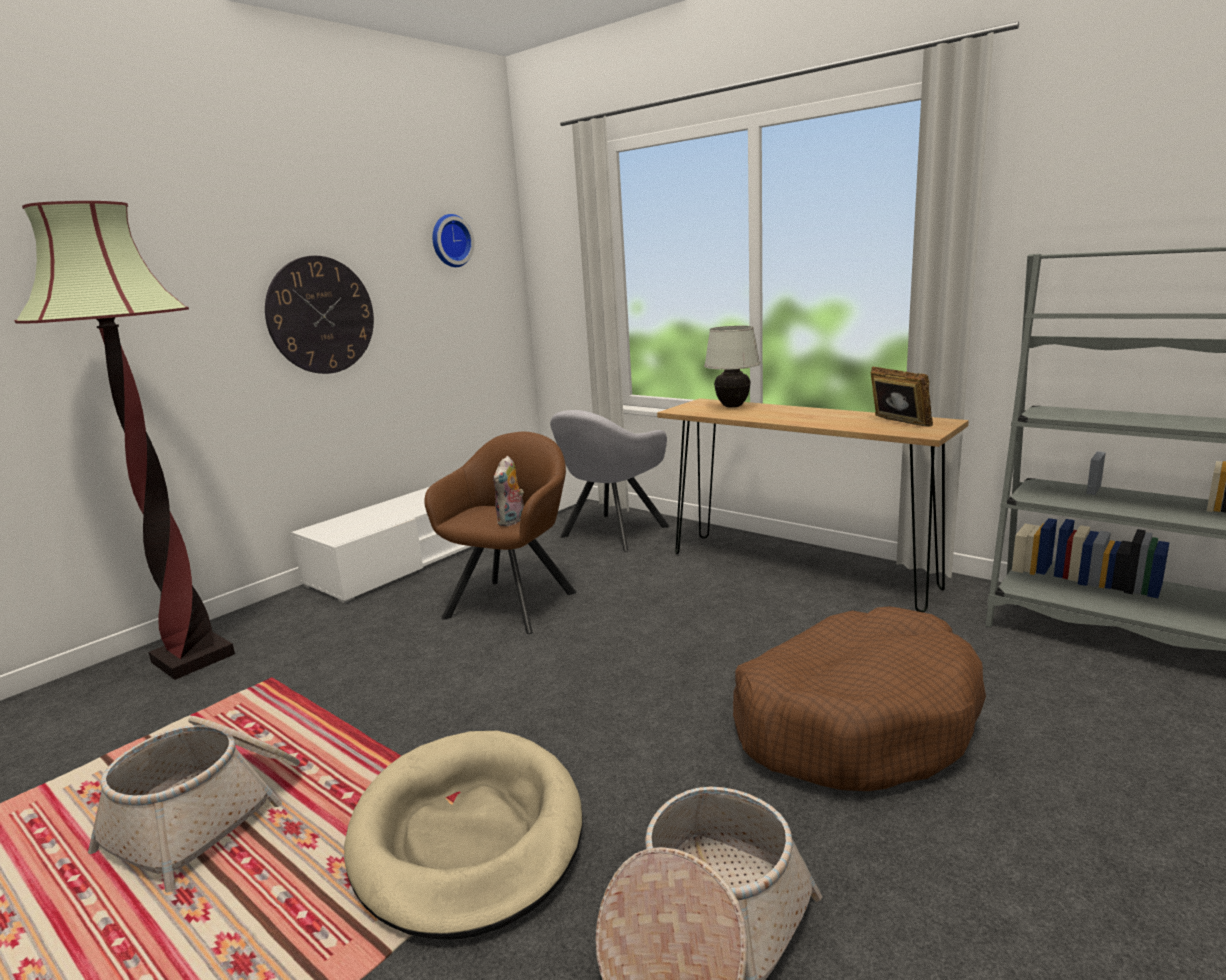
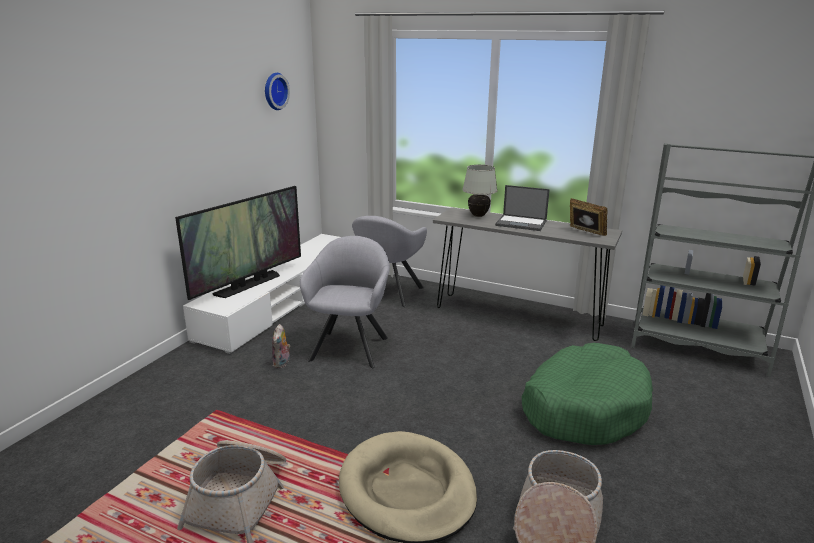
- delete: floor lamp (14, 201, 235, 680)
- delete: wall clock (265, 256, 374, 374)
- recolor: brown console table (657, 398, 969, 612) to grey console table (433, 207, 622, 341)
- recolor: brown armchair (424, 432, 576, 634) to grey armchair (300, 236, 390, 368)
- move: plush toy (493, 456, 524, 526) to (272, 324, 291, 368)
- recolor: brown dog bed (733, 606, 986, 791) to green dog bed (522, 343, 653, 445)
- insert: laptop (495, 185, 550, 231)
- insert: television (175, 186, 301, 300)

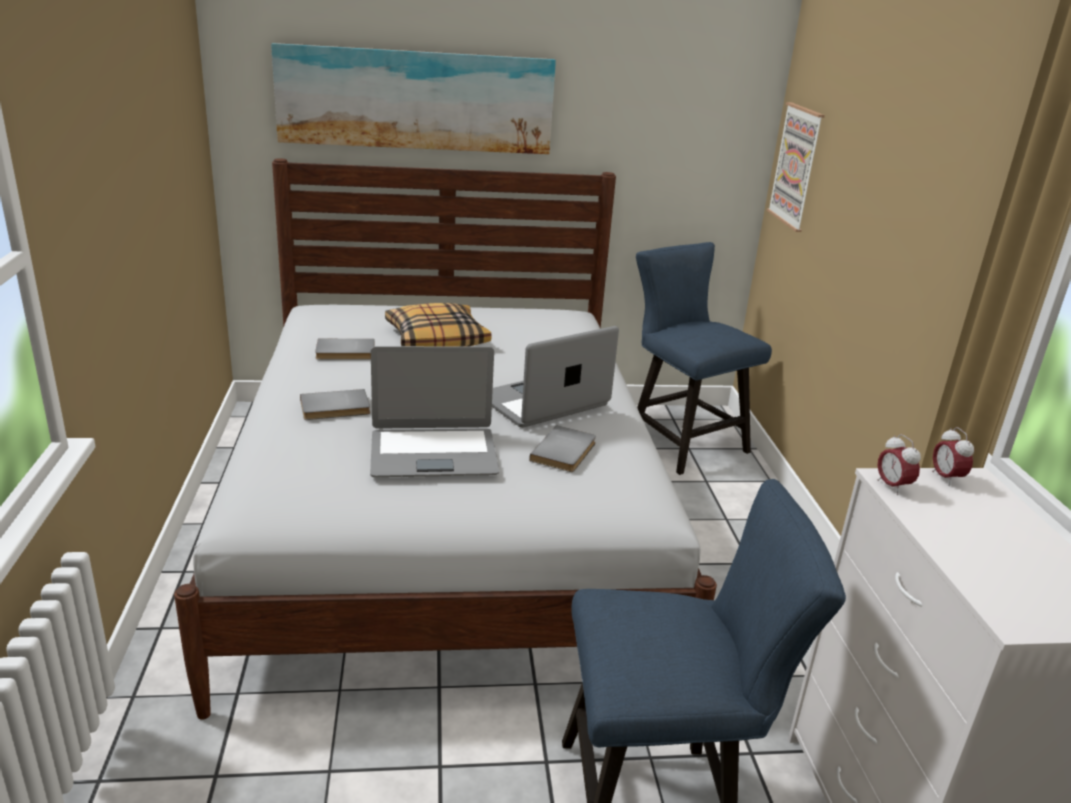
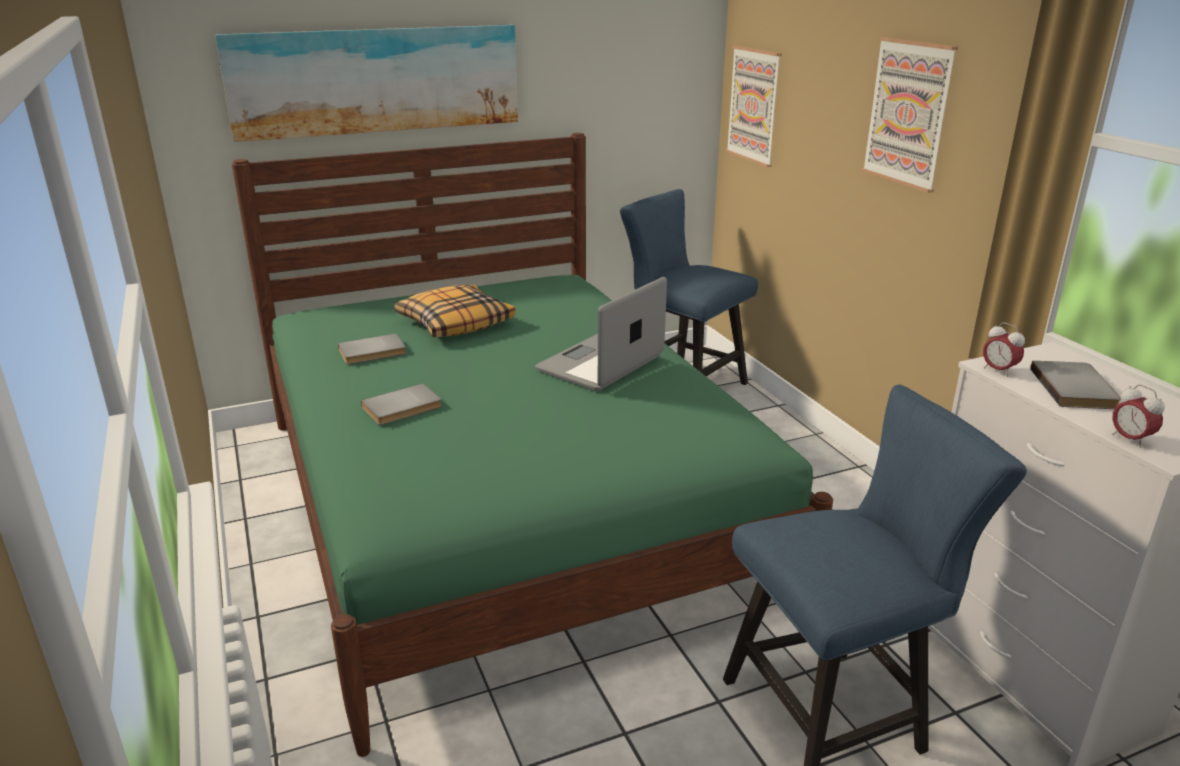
- recolor: white bed (174, 158, 717, 720) to green bed (232, 133, 833, 757)
- delete: laptop (370, 346, 499, 477)
- move: grey book (529, 425, 596, 472) to (1030, 361, 1121, 409)
- move: alarm clock (932, 427, 974, 486) to (1112, 384, 1165, 448)
- insert: picture (861, 37, 958, 193)

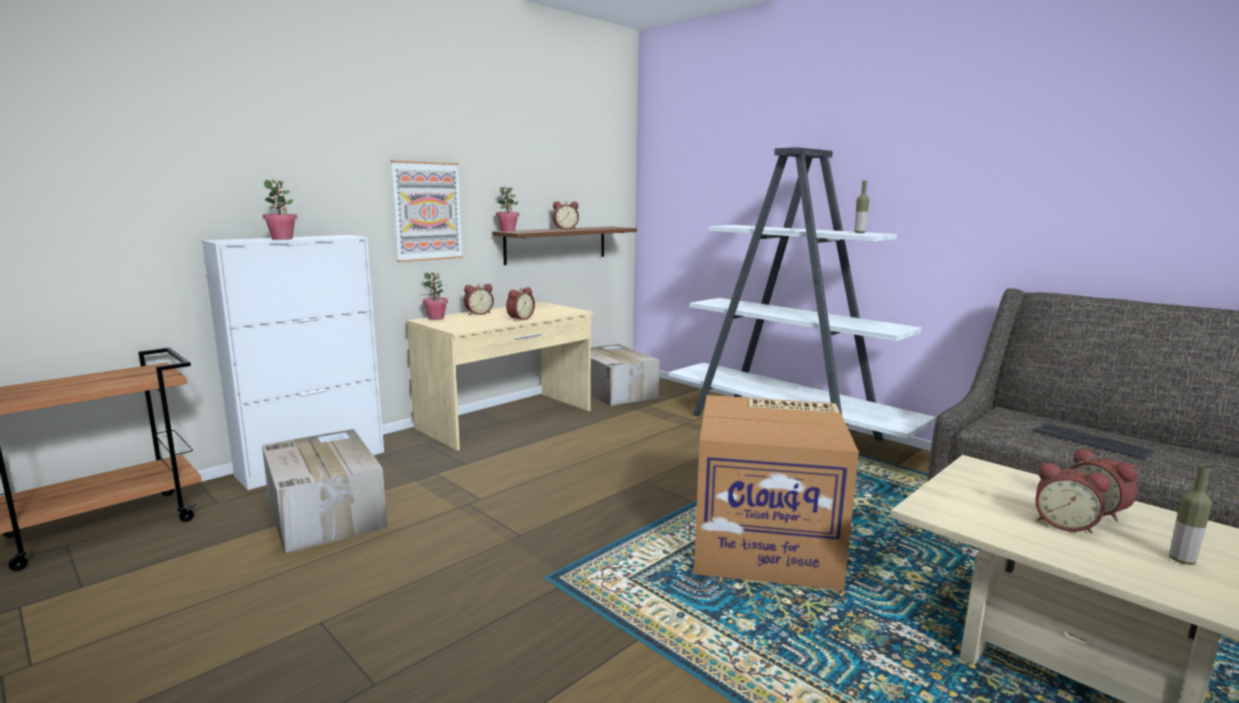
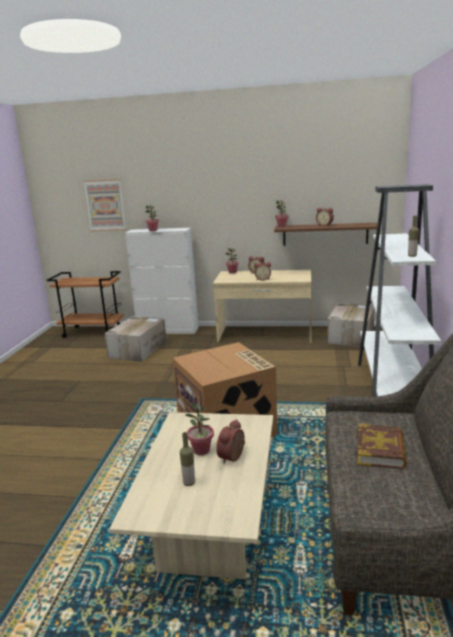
- move: picture (391, 160, 463, 262) to (84, 179, 126, 231)
- replace: keyboard (1033, 423, 1155, 460) to book (357, 424, 407, 469)
- replace: alarm clock (1036, 462, 1110, 534) to potted plant (185, 403, 214, 455)

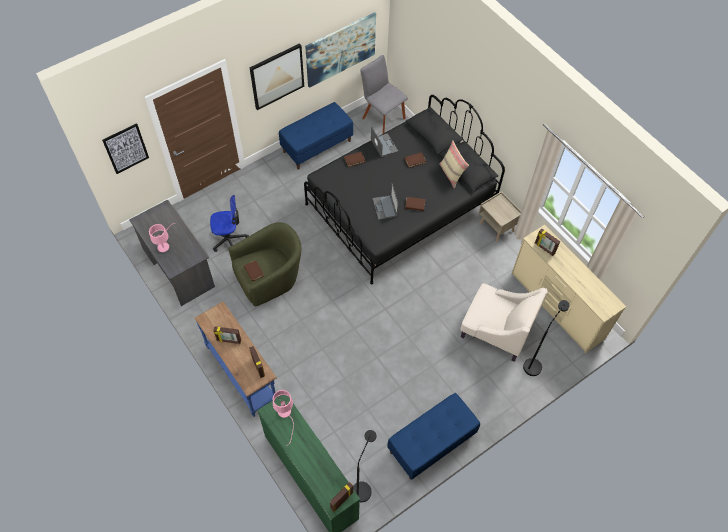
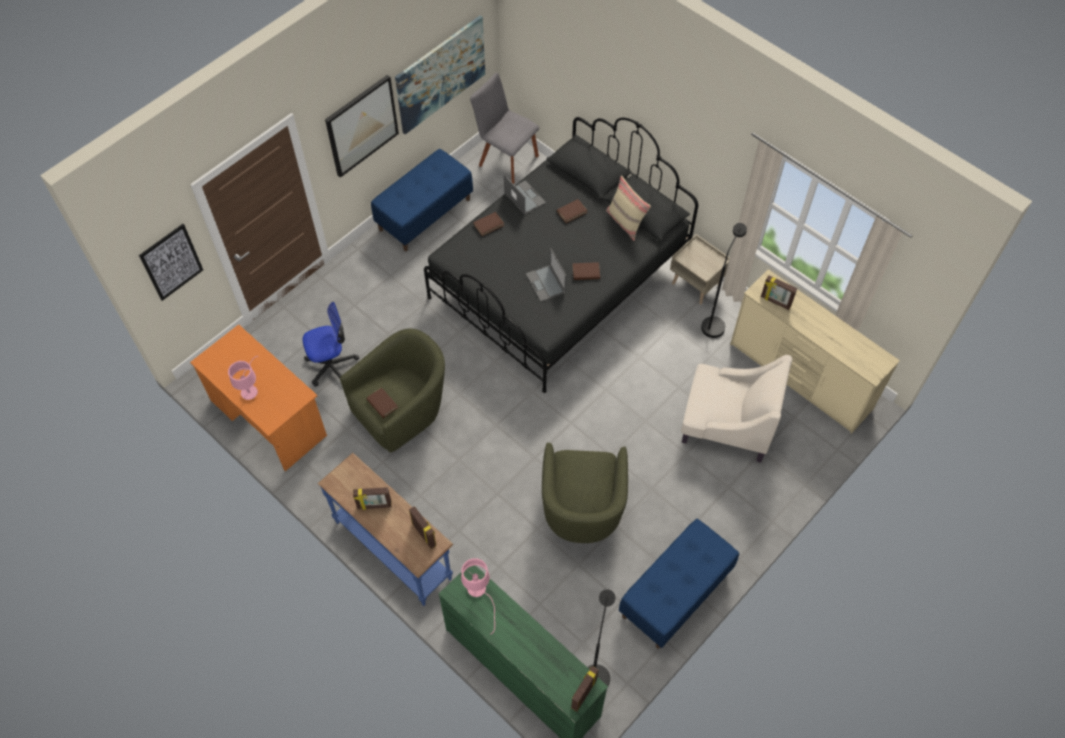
- recolor: grey desk (129, 199, 215, 306) to orange desk (190, 324, 327, 471)
- move: black floor lamp (523, 300, 570, 376) to (701, 223, 747, 338)
- insert: green armchair (542, 442, 628, 543)

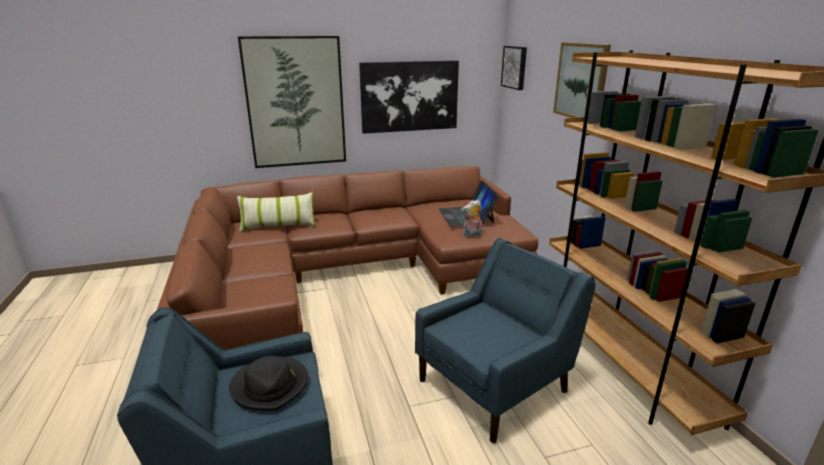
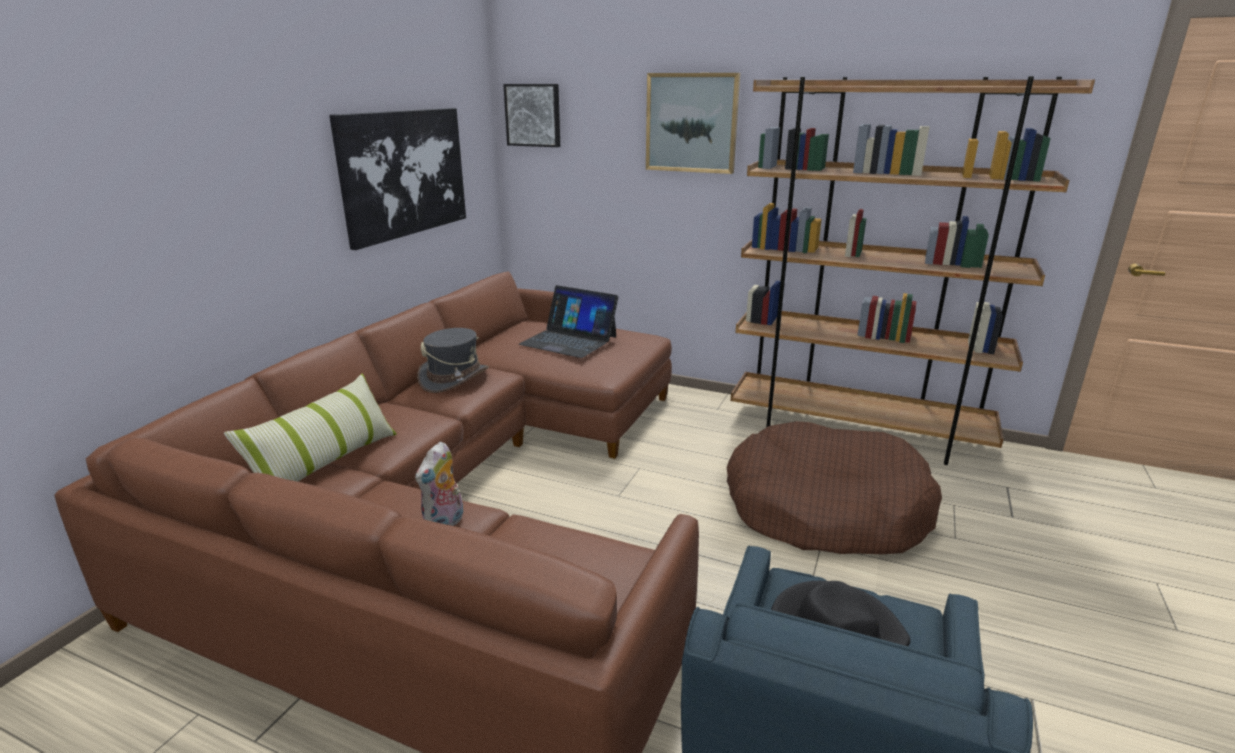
- delete: picture (238, 36, 346, 168)
- move: plush toy (461, 200, 482, 237) to (415, 442, 463, 526)
- replace: blue armchair (415, 238, 596, 443) to brown dog bed (727, 421, 942, 555)
- insert: grey hat (417, 328, 489, 393)

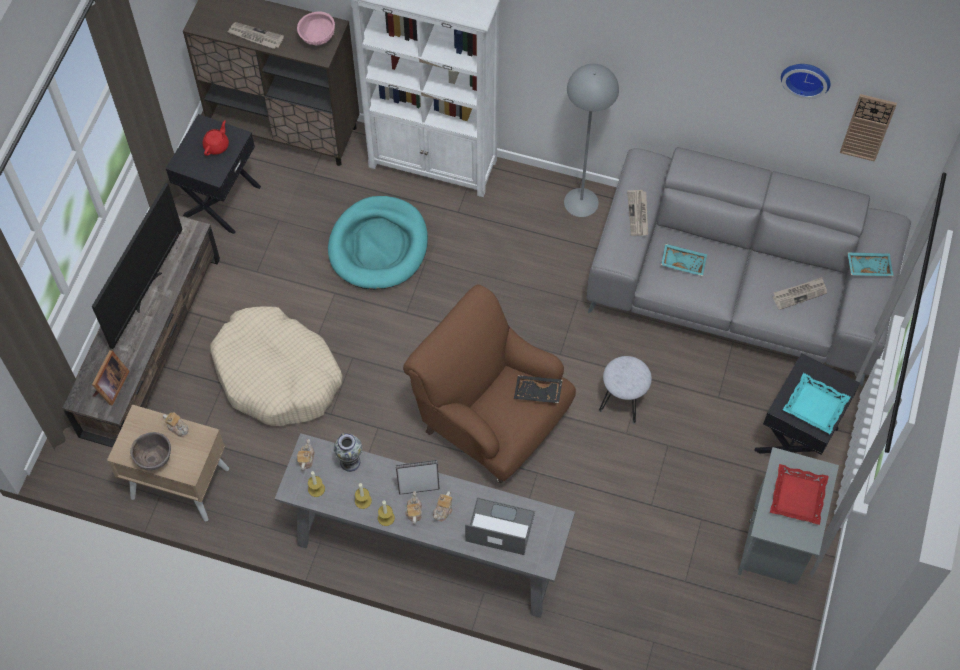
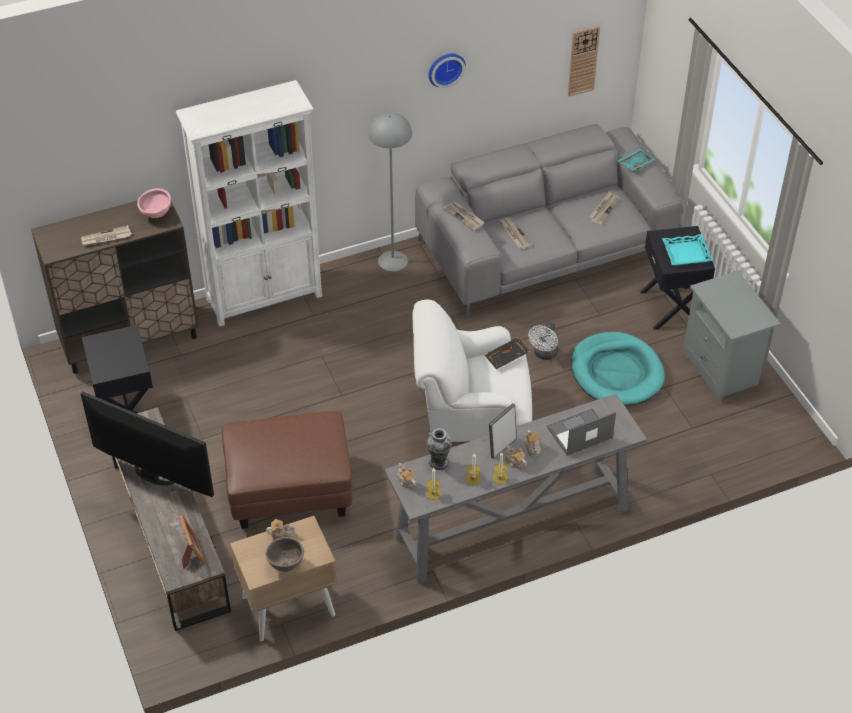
- move: wall clock (781, 64, 830, 99) to (429, 53, 466, 88)
- delete: red teapot (202, 120, 229, 156)
- rotate: television (92, 183, 183, 349) = (80, 391, 214, 497) 45 degrees counterclockwise
- move: turquoise dog bed (328, 196, 428, 290) to (572, 332, 664, 406)
- replace: turquoise tray (661, 244, 707, 276) to newspaper (500, 217, 533, 249)
- recolor: brown armchair (403, 285, 576, 483) to white armchair (413, 299, 532, 442)
- replace: beige dog bed (210, 306, 343, 426) to brown ottoman (222, 411, 352, 529)
- replace: grey stool (599, 356, 652, 424) to white fan (528, 322, 558, 360)
- delete: red tray (770, 464, 829, 525)

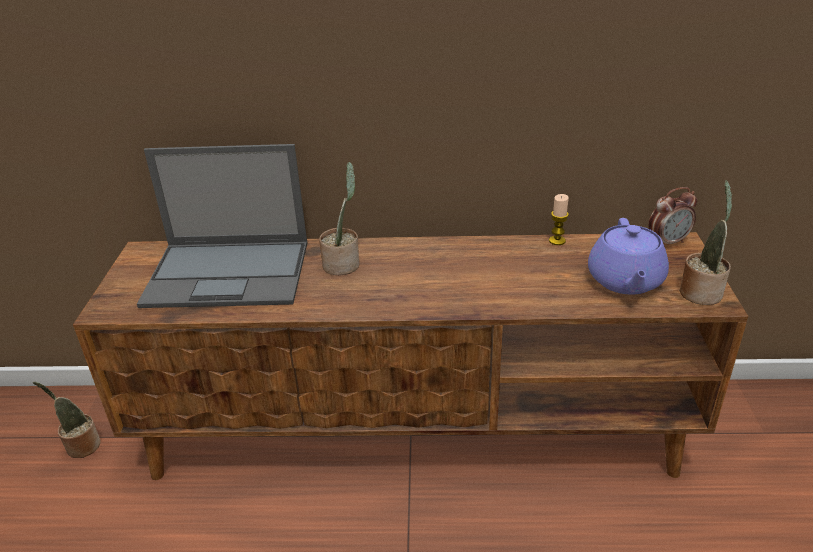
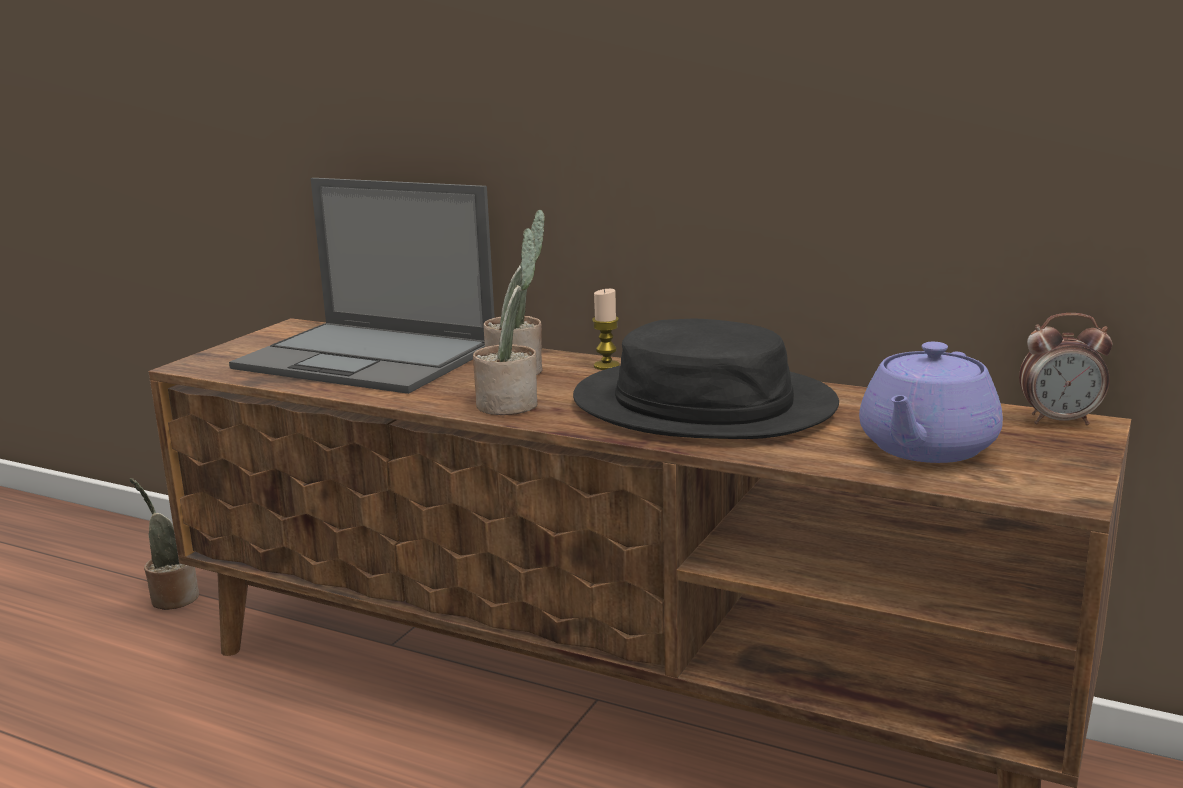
- move: potted plant (680, 180, 732, 305) to (473, 228, 538, 415)
- move: candle (549, 194, 569, 245) to (592, 289, 620, 370)
- insert: black hat (573, 319, 839, 439)

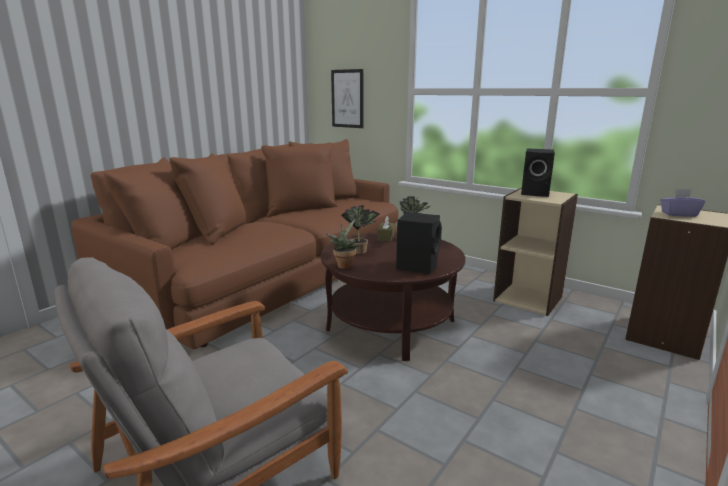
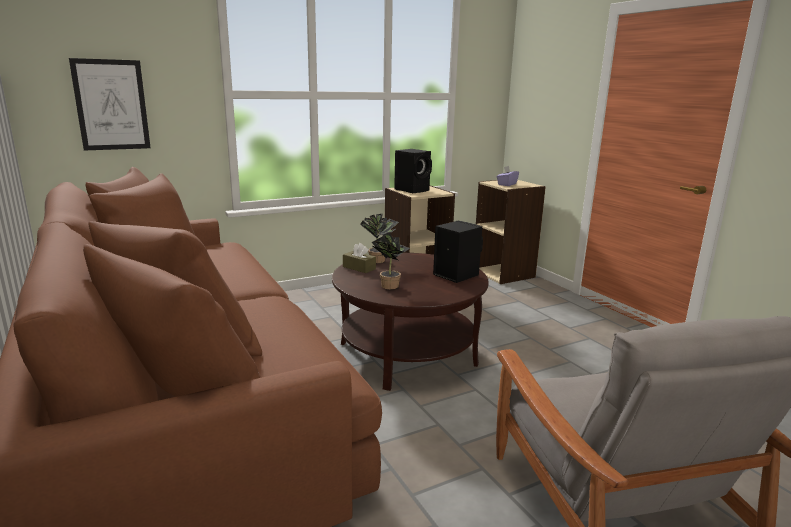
- delete: potted plant (327, 219, 359, 269)

